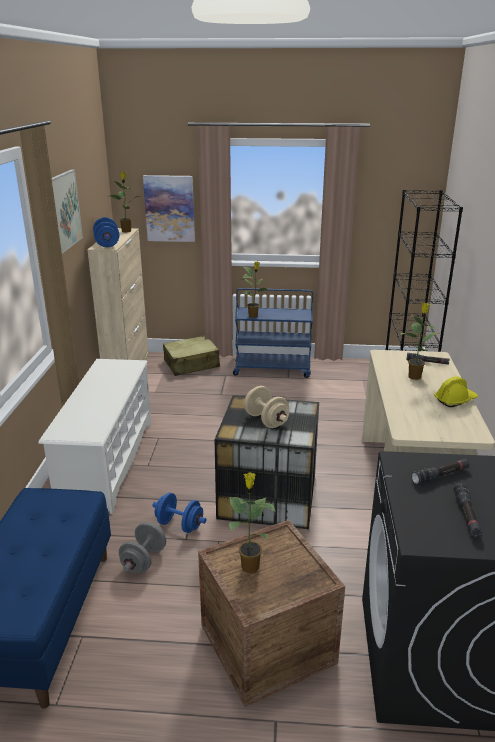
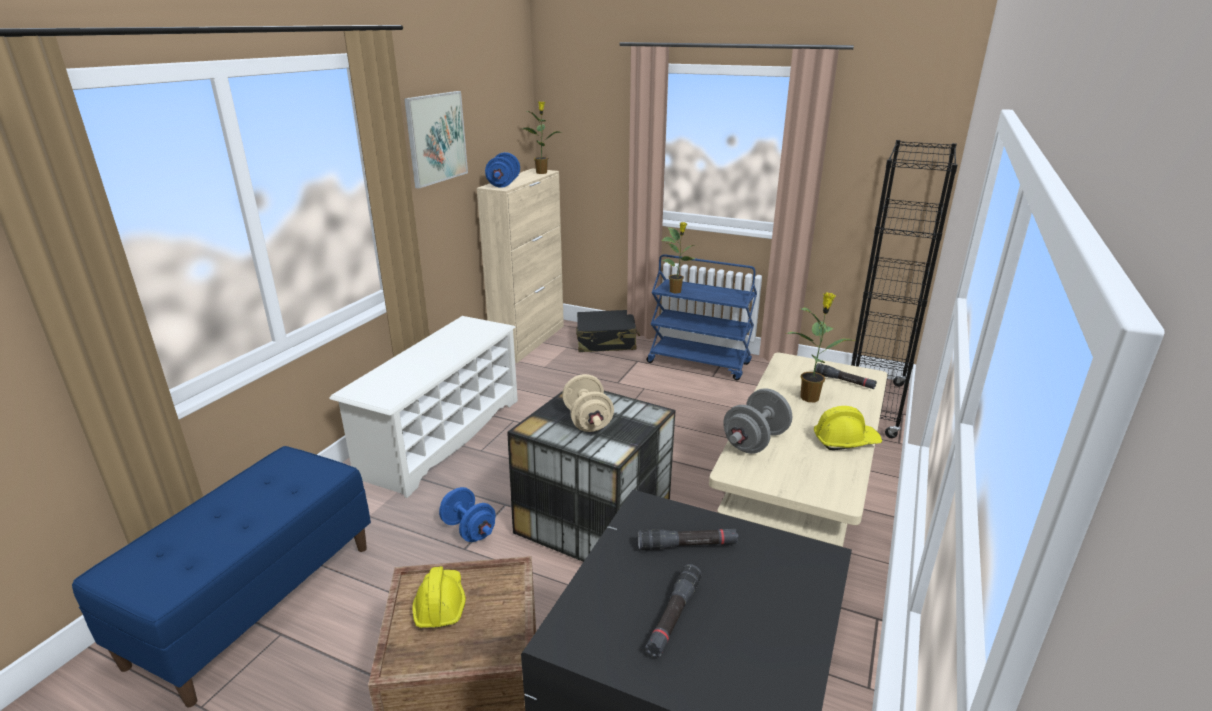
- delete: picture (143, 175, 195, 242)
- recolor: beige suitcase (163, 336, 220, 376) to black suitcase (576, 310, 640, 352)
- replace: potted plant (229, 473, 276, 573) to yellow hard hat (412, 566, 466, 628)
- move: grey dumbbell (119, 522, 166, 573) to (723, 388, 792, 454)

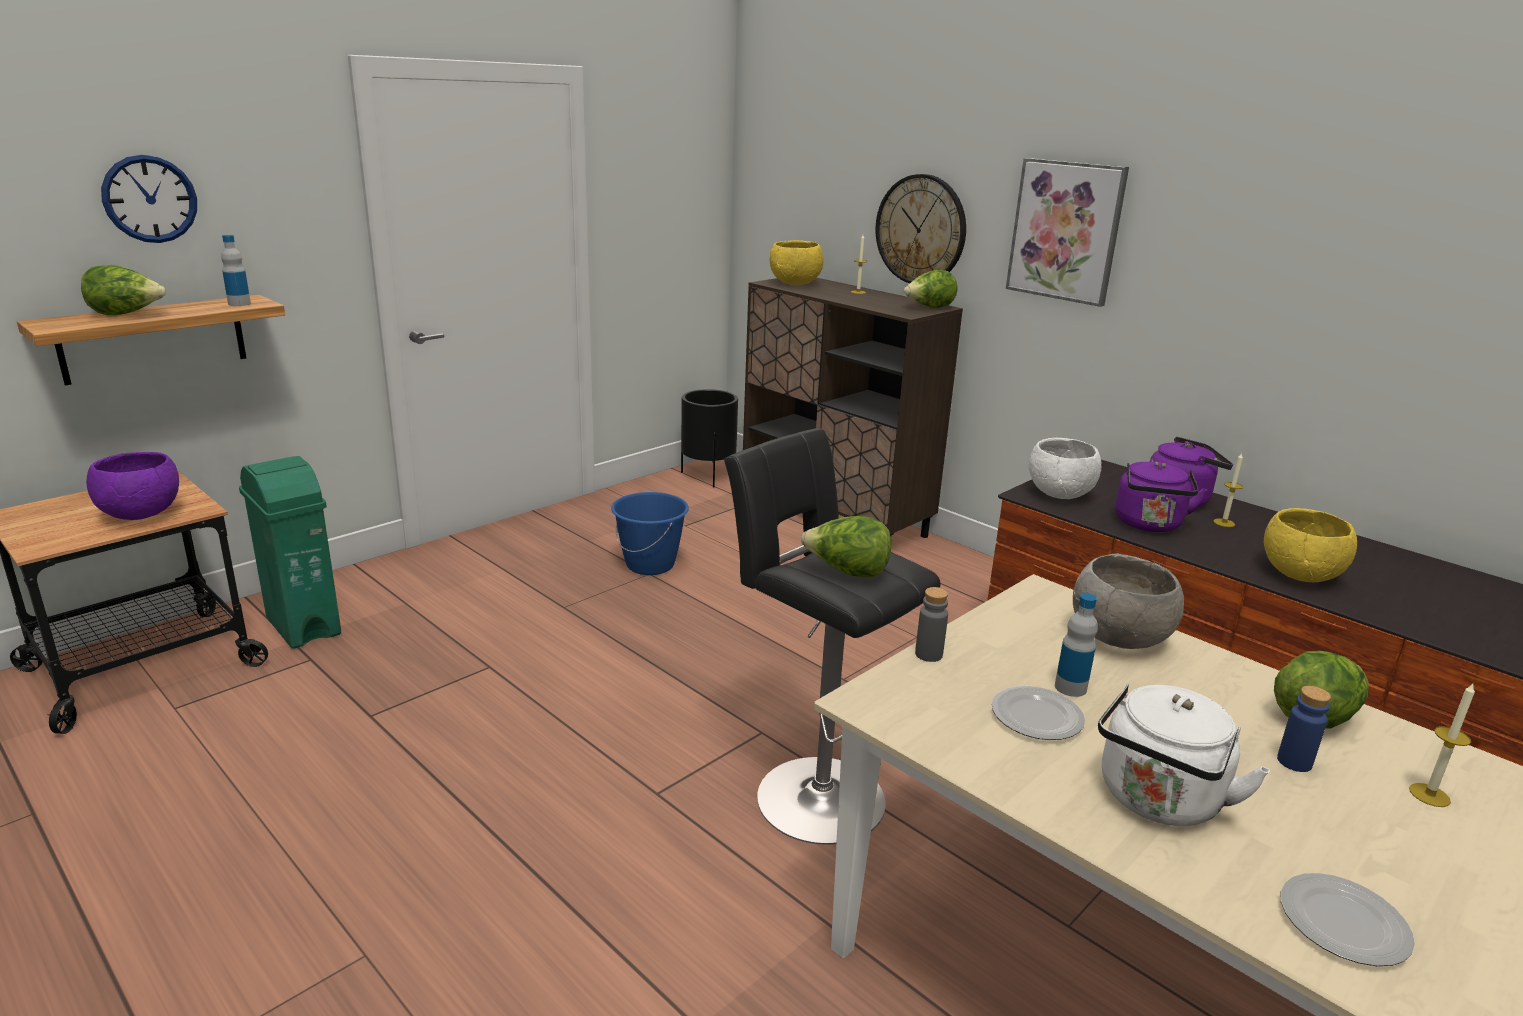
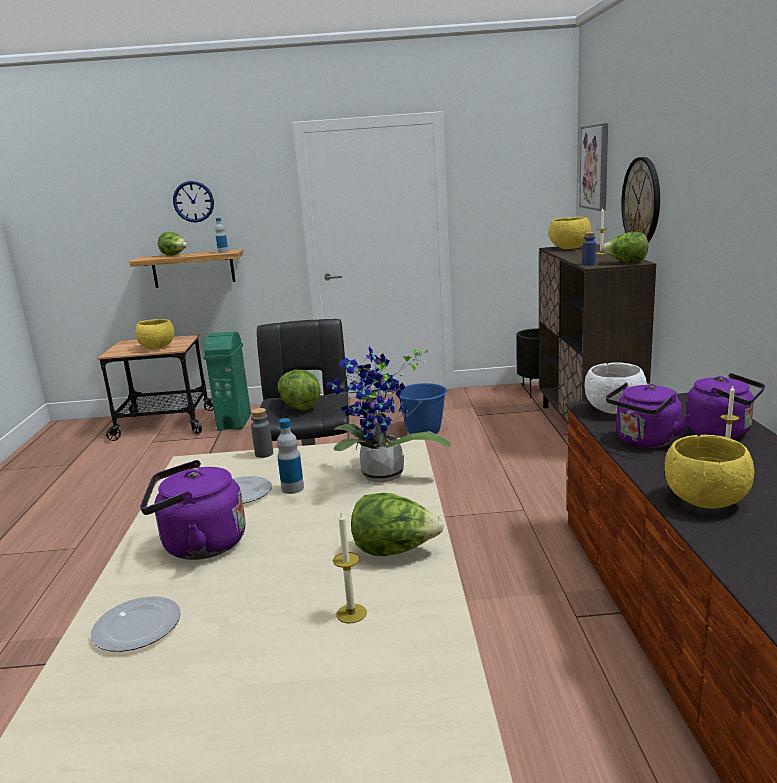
- move: picture (1006, 158, 1129, 307) to (579, 123, 608, 211)
- recolor: purple bowl (86, 452, 179, 520) to yellow bowl (135, 319, 174, 349)
- replace: grey bowl (1073, 554, 1184, 649) to potted plant (327, 346, 451, 483)
- recolor: white kettle (1098, 684, 1270, 826) to purple kettle (140, 460, 246, 560)
- move: blue bottle (1277, 686, 1331, 772) to (583, 232, 596, 266)

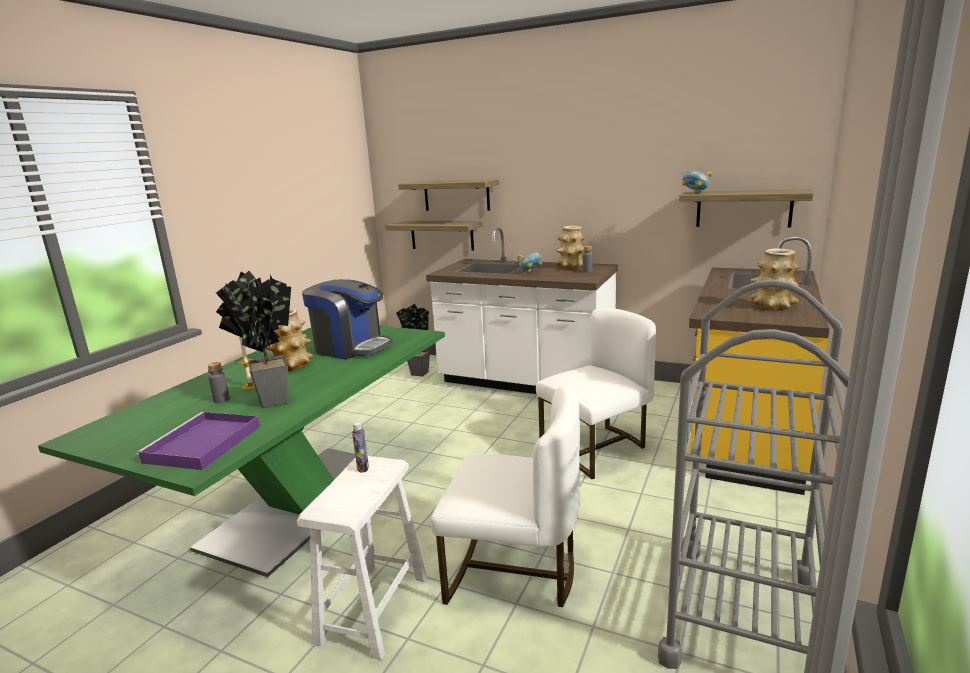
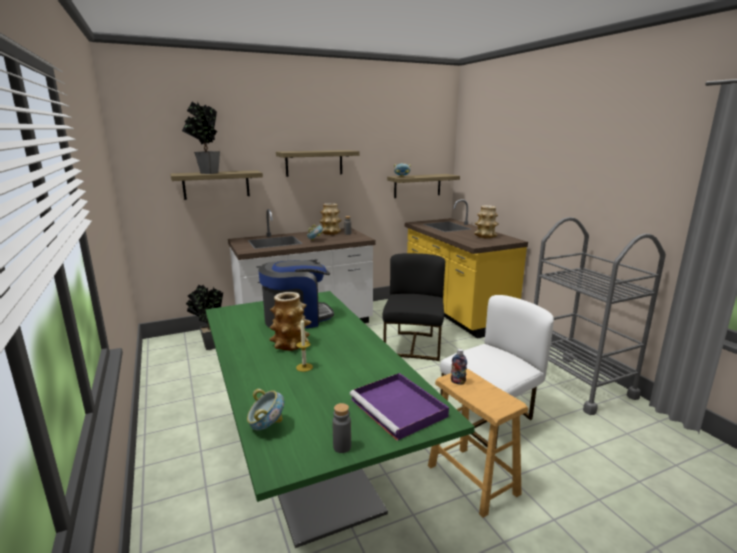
- move: shelf (385, 221, 482, 251) to (276, 150, 360, 177)
- move: potted plant (216, 271, 291, 408) to (182, 102, 220, 174)
- recolor: white chair (536, 308, 656, 479) to black chair (382, 253, 445, 361)
- move: grey bottle (208, 362, 230, 403) to (332, 403, 351, 453)
- recolor: white stool (297, 456, 427, 660) to brown stool (428, 369, 528, 518)
- insert: bowl (247, 389, 284, 430)

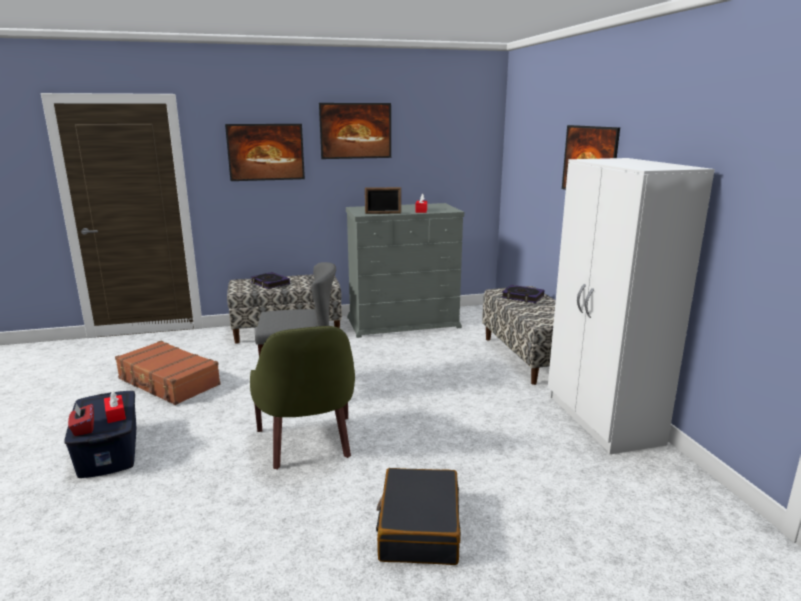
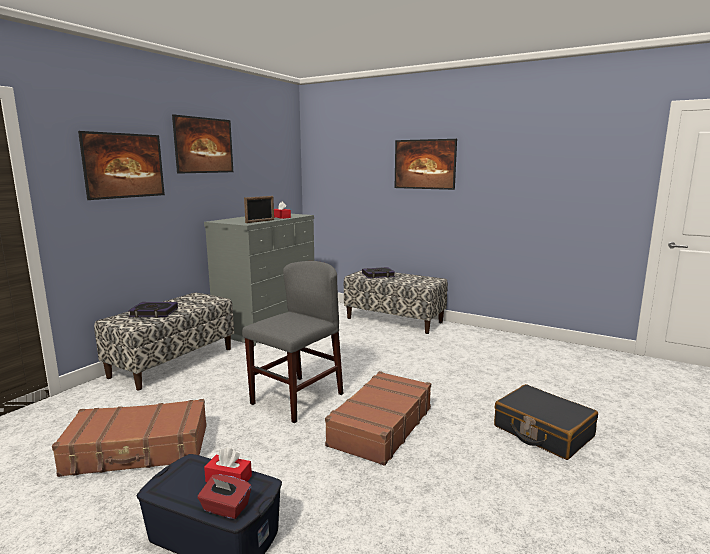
- delete: white wardrobe (548, 158, 715, 455)
- replace: green armchair (250, 326, 355, 469) to brown suitcase (325, 371, 431, 466)

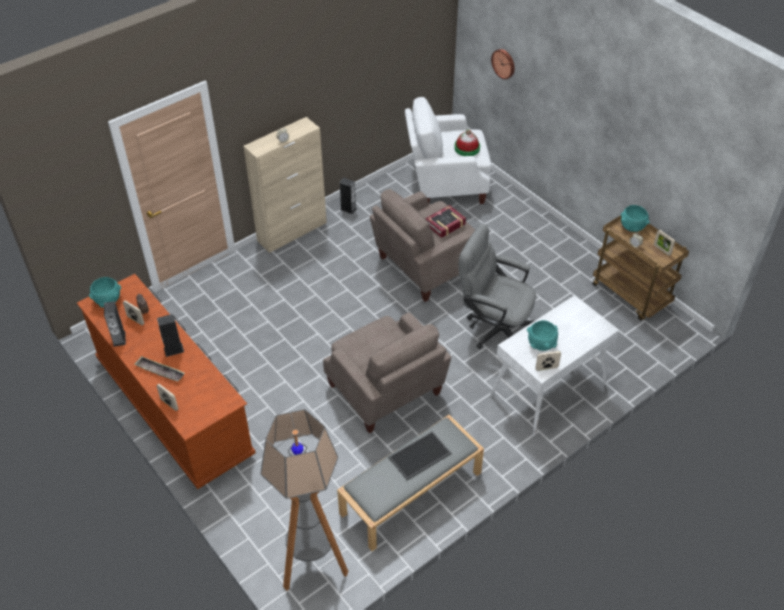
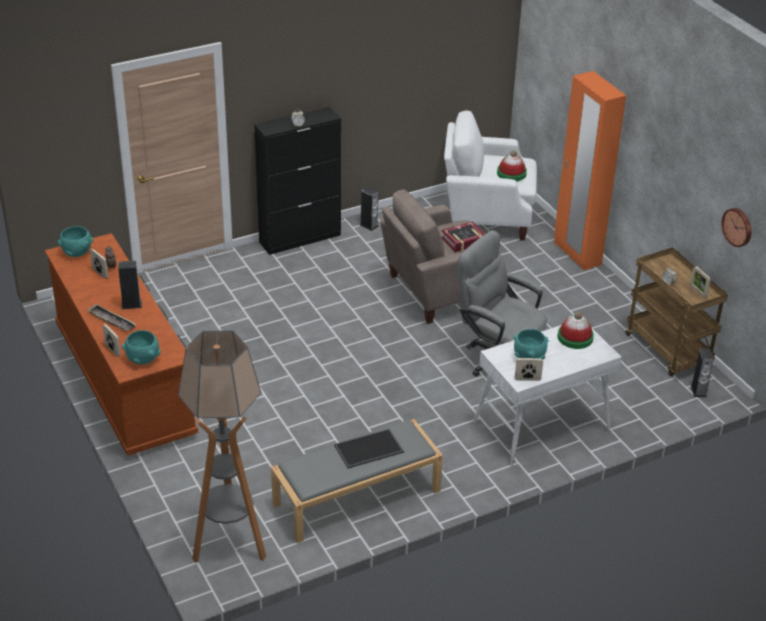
- move: wall clock (491, 49, 515, 79) to (722, 208, 751, 247)
- recolor: beige cabinet (243, 117, 327, 253) to black cabinet (254, 107, 341, 255)
- move: turquoise bowl (621, 205, 650, 232) to (122, 330, 161, 364)
- move: speaker (104, 301, 126, 347) to (691, 349, 714, 397)
- delete: beige armchair (323, 313, 451, 434)
- insert: orange wardrobe (554, 71, 626, 270)
- insert: hat (558, 312, 594, 349)

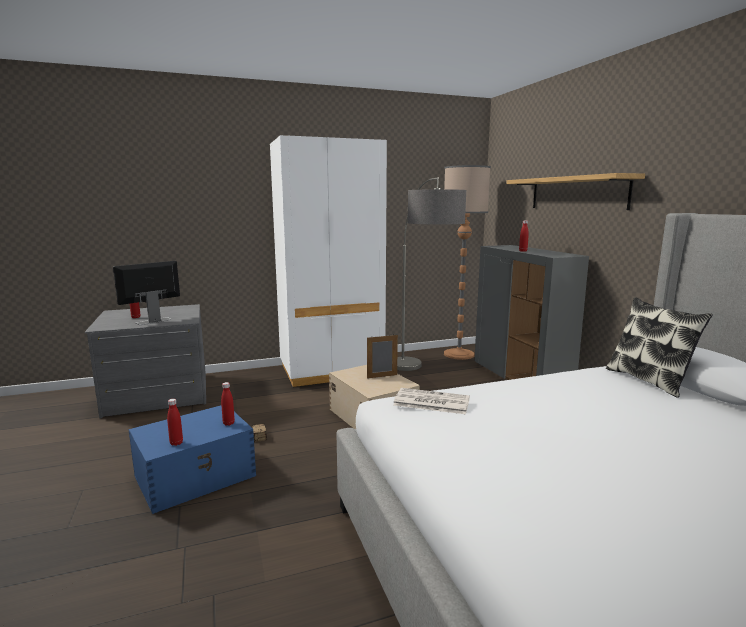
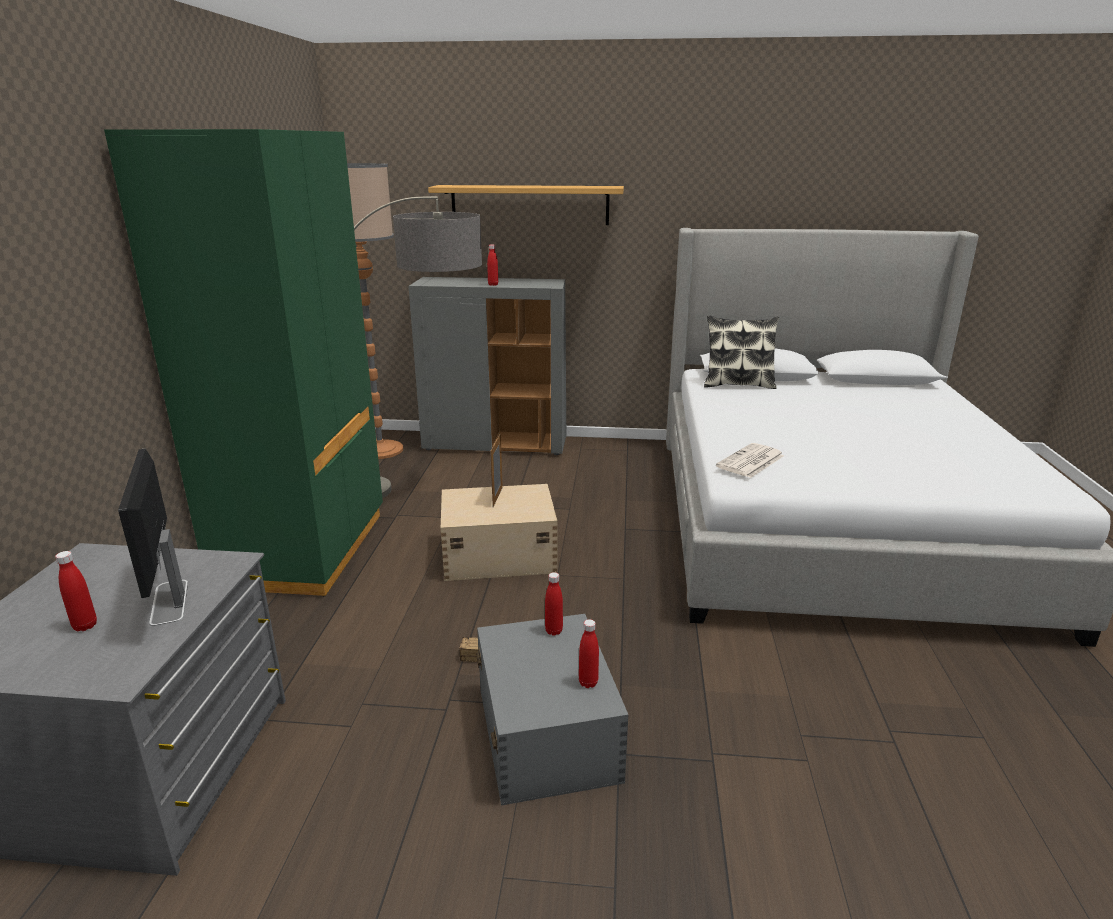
- recolor: white wardrobe (270, 135, 387, 387) to green wardrobe (104, 129, 383, 596)
- recolor: blue storage box (128, 405, 256, 514) to grey storage box (476, 614, 628, 805)

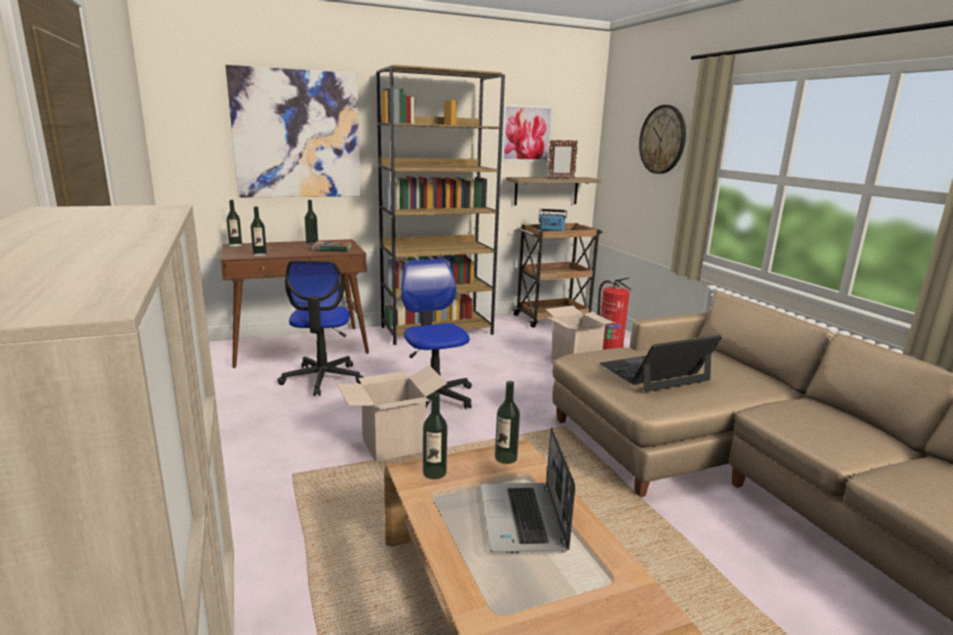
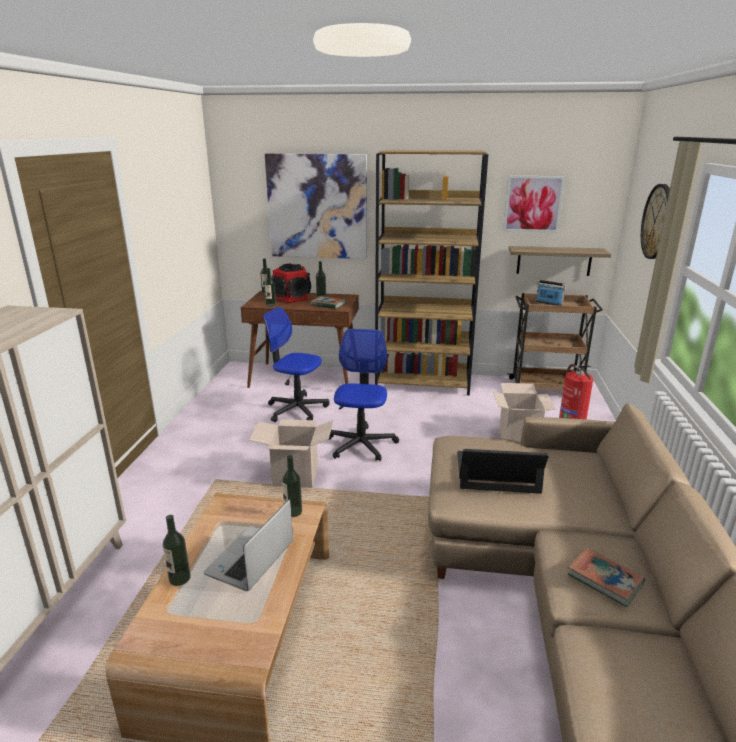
- delete: picture frame (548, 140, 578, 179)
- rotate: office chair (277, 261, 363, 396) = (263, 307, 329, 422) 90 degrees clockwise
- move: bottle (423, 392, 448, 479) to (163, 515, 191, 586)
- insert: speaker (271, 264, 311, 303)
- insert: book (568, 548, 645, 607)

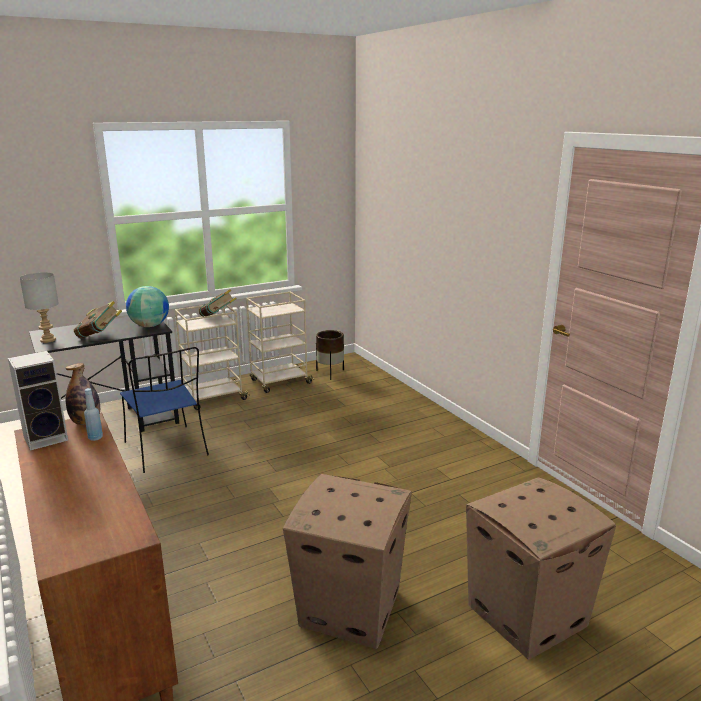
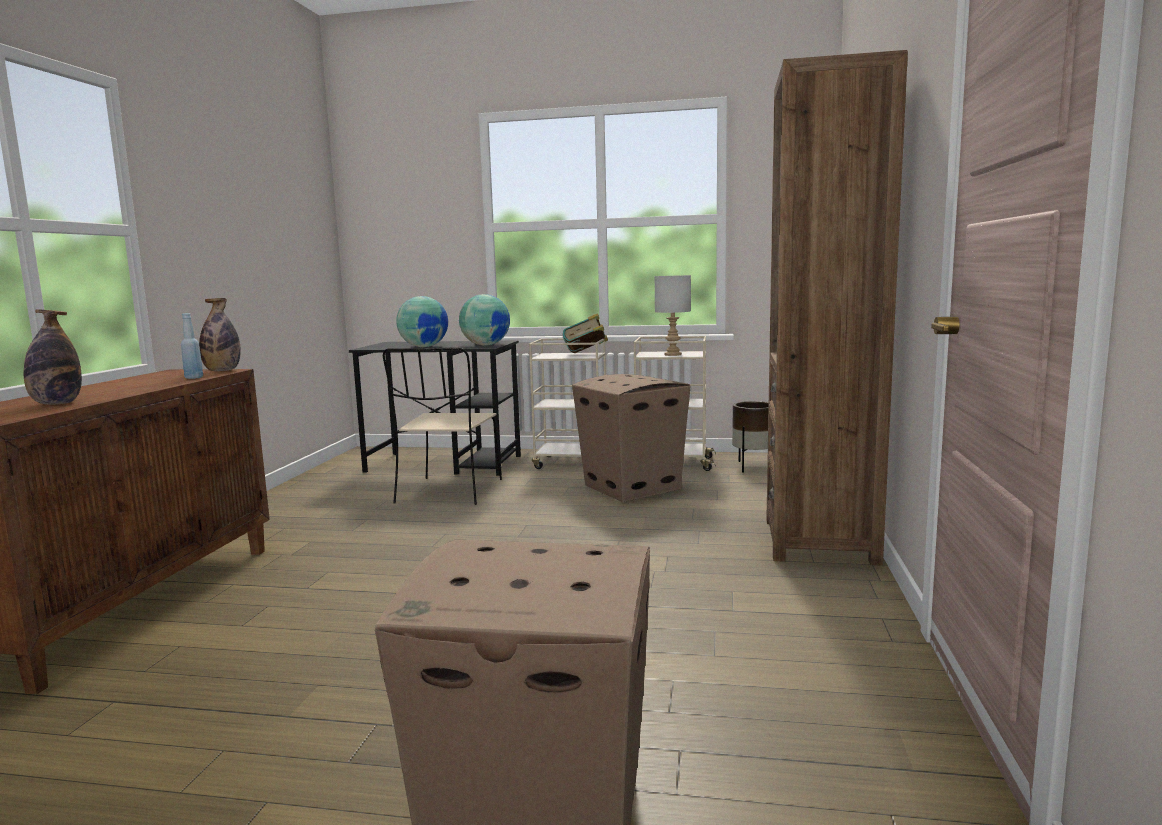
- move: grey table lamp (20, 272, 59, 343) to (654, 275, 691, 356)
- replace: book (74, 301, 122, 339) to globe (396, 296, 448, 347)
- recolor: blue chair (120, 347, 209, 473) to beige chair (383, 347, 502, 505)
- delete: speaker (8, 351, 68, 451)
- move: cardboard box (283, 474, 412, 649) to (572, 374, 690, 502)
- insert: brown bookcase (766, 50, 908, 565)
- insert: bottle (23, 309, 82, 405)

